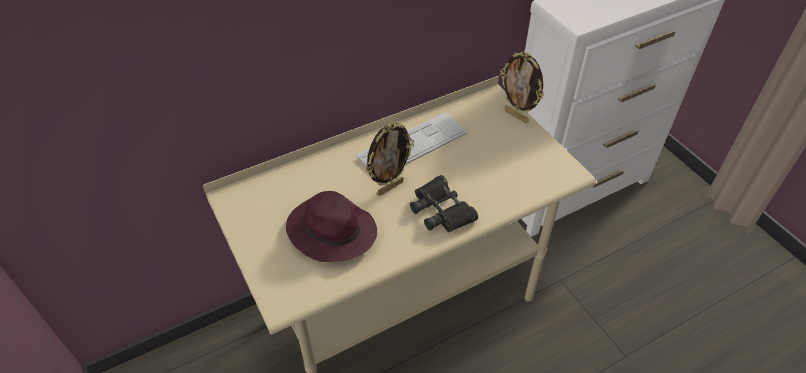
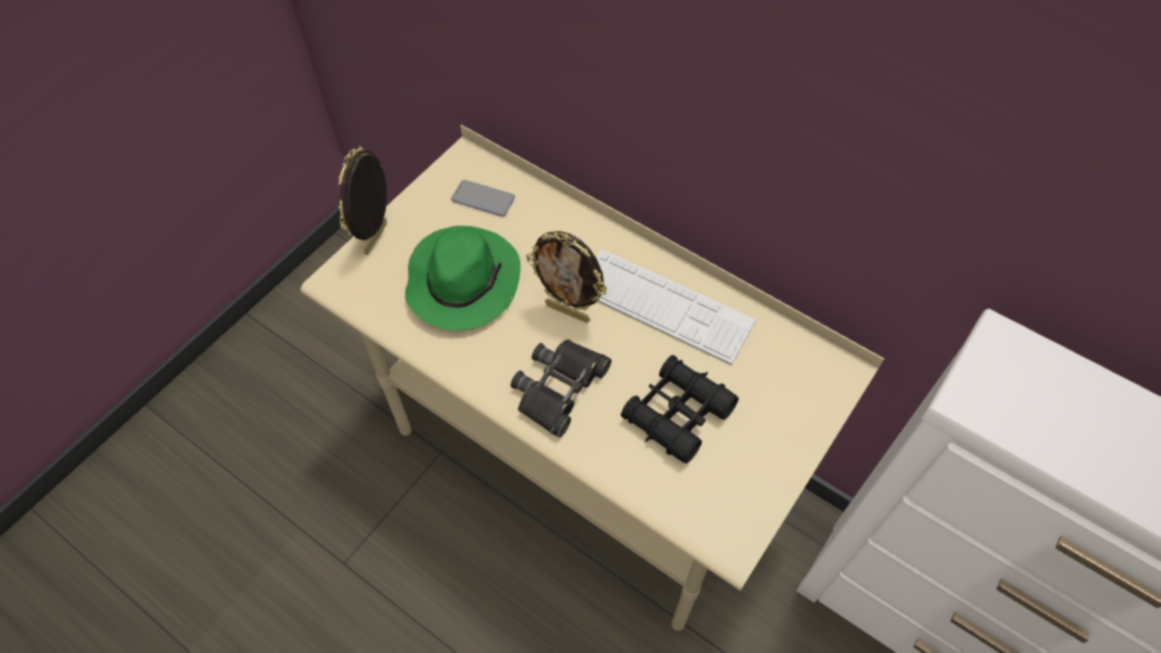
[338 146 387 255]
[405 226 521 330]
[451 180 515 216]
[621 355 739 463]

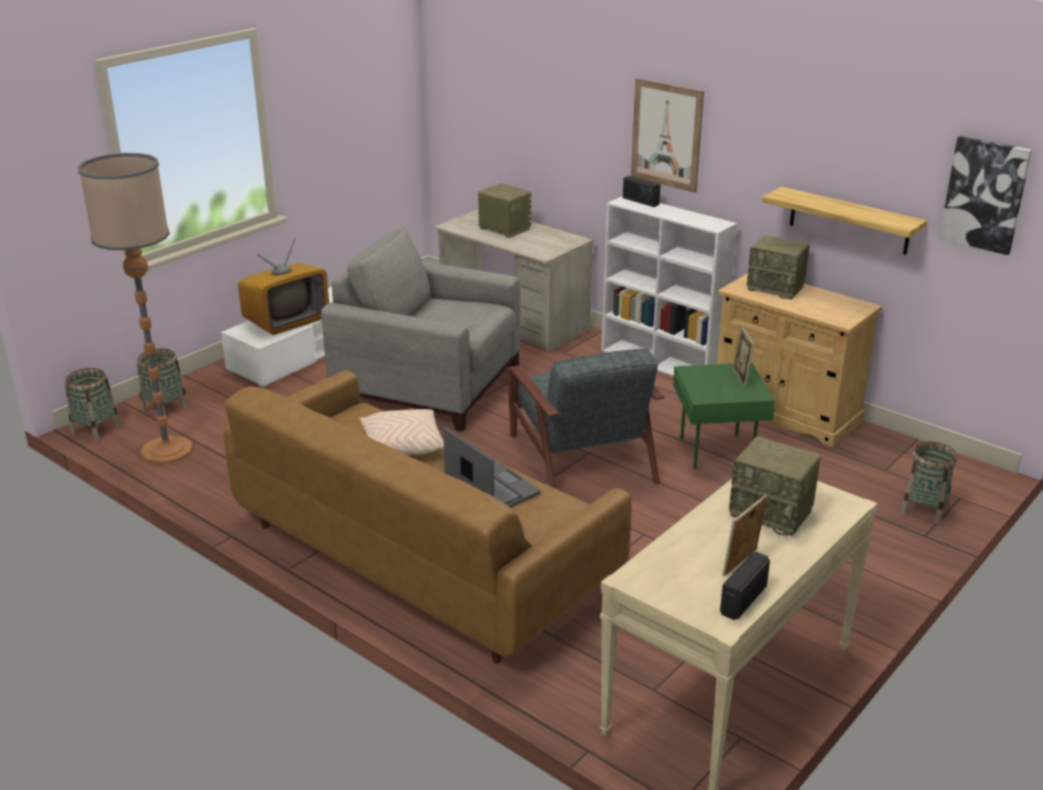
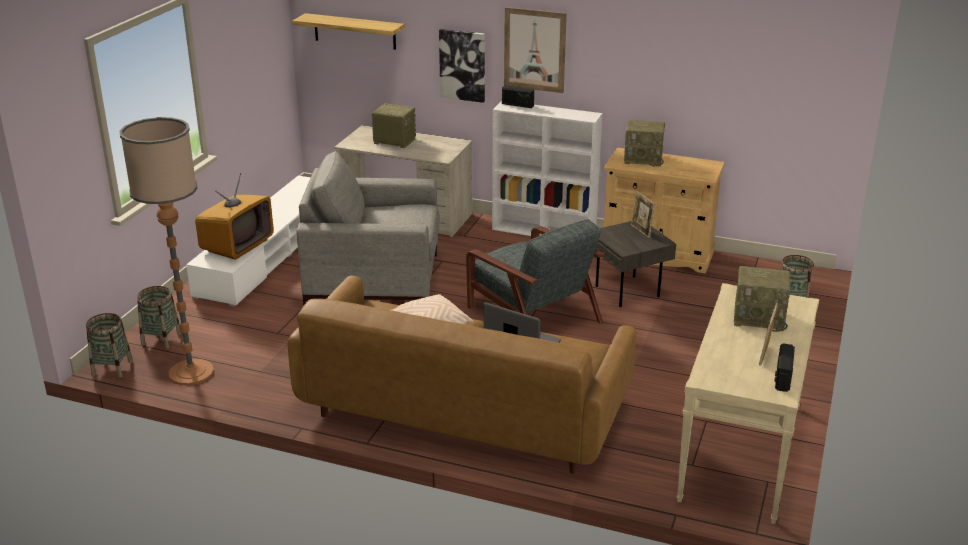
[439 29 485 103]
[292 13 405 50]
[596 221 676 307]

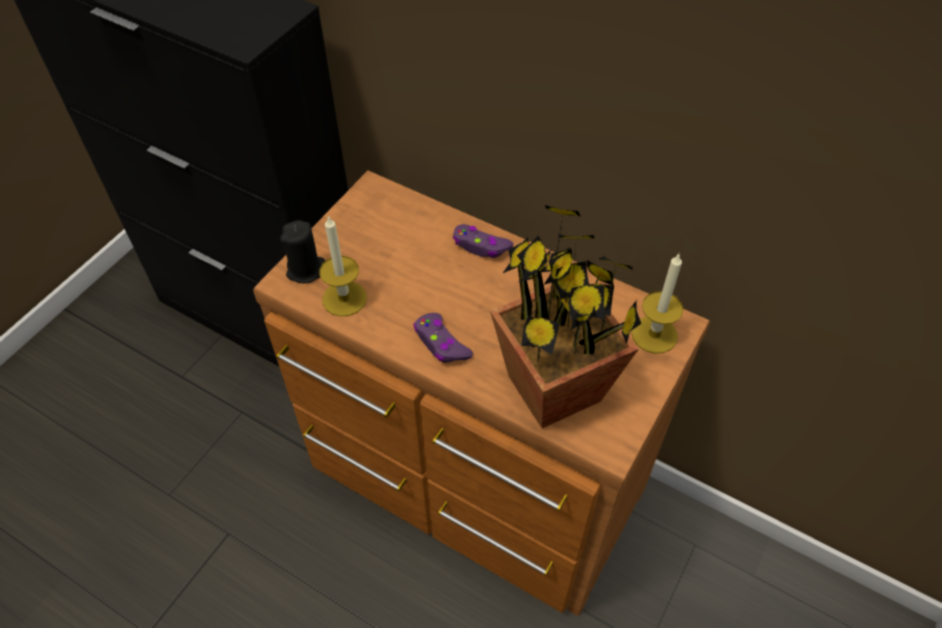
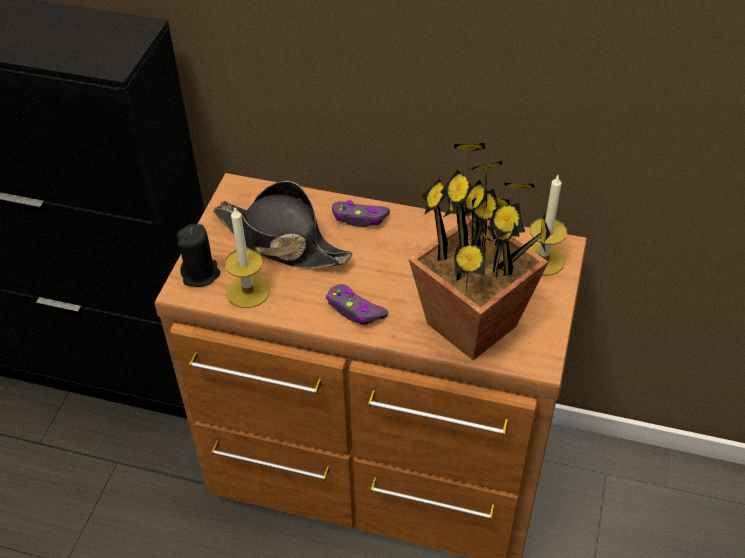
[213 181 353 269]

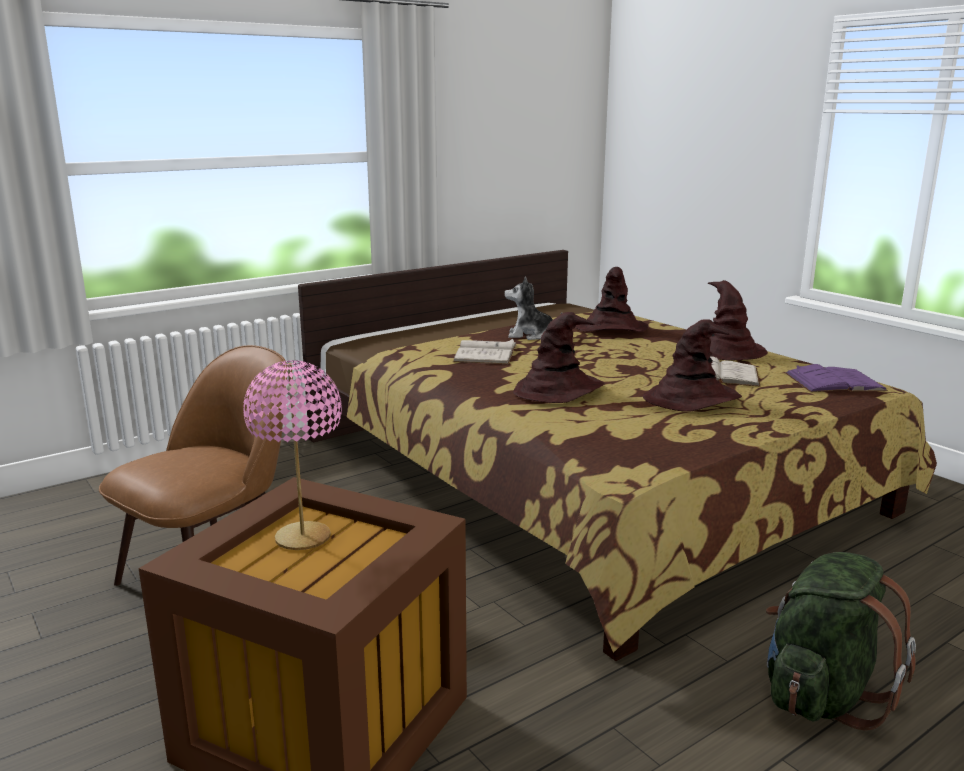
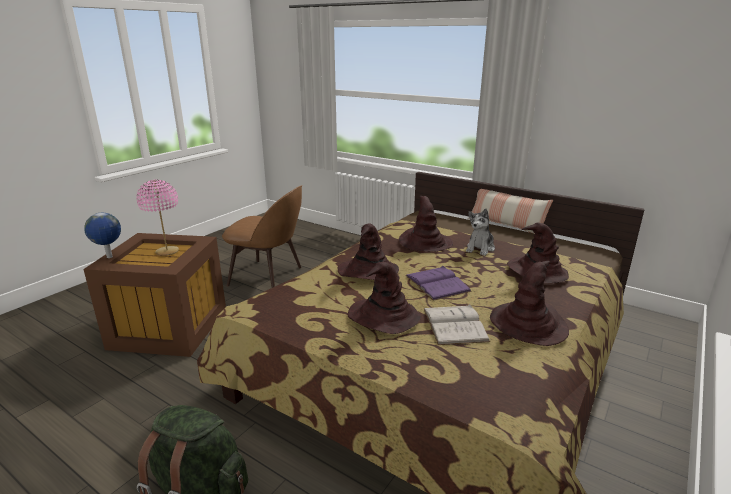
[466 208 495 256]
[399 196 453 252]
[405 266 472 301]
[468 189 553 234]
[84 213 121 258]

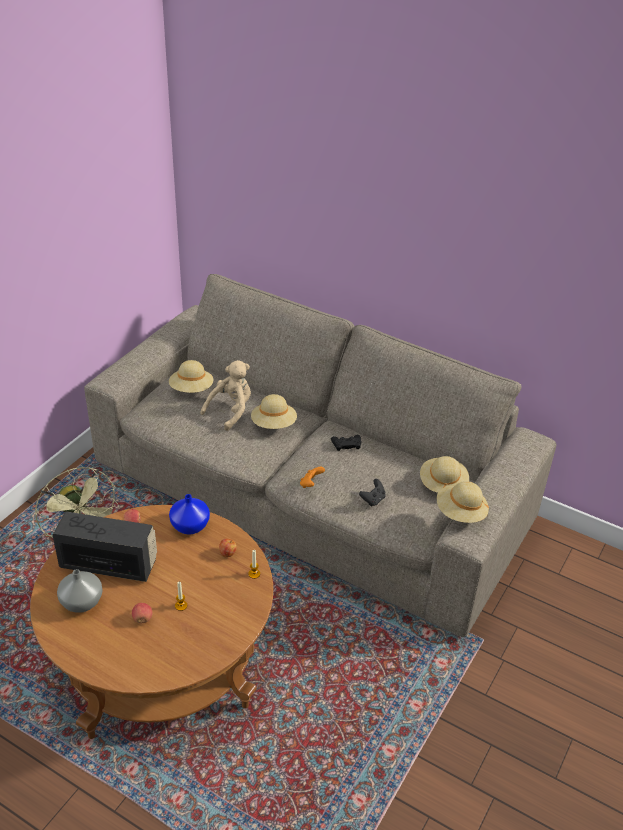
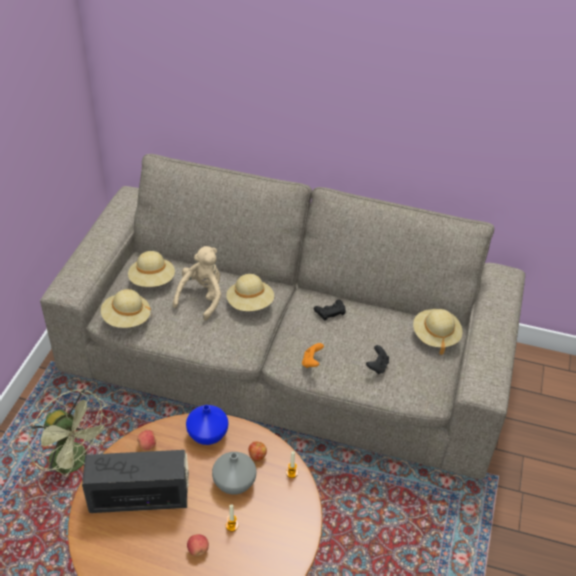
[101 289 152 328]
[212 452 256 495]

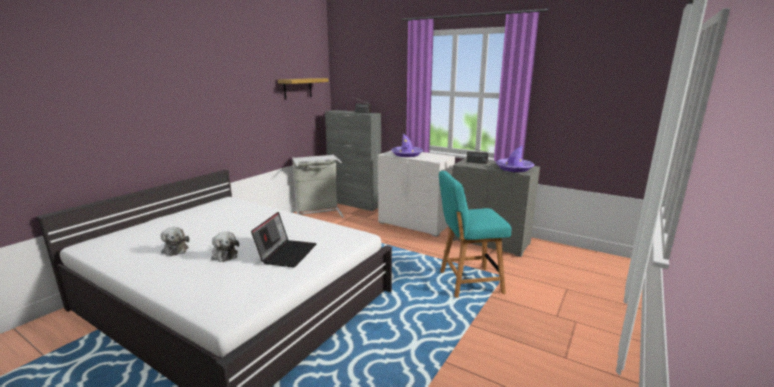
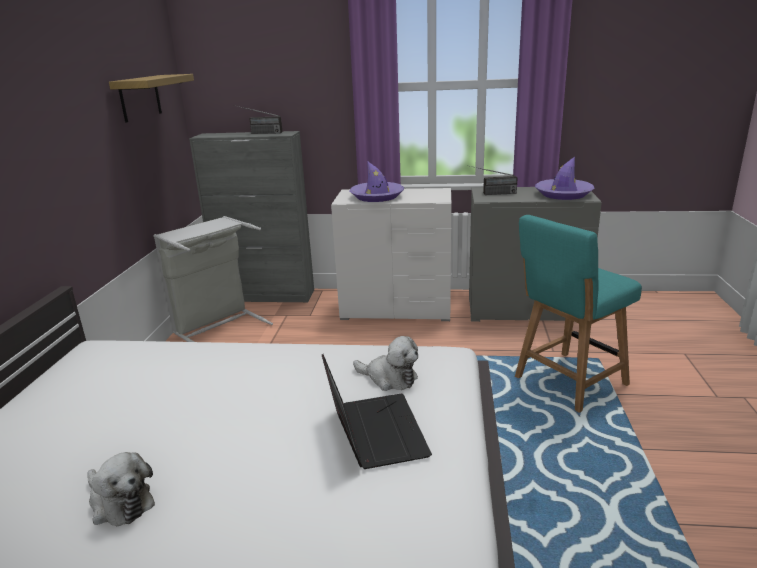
[353 336 418 391]

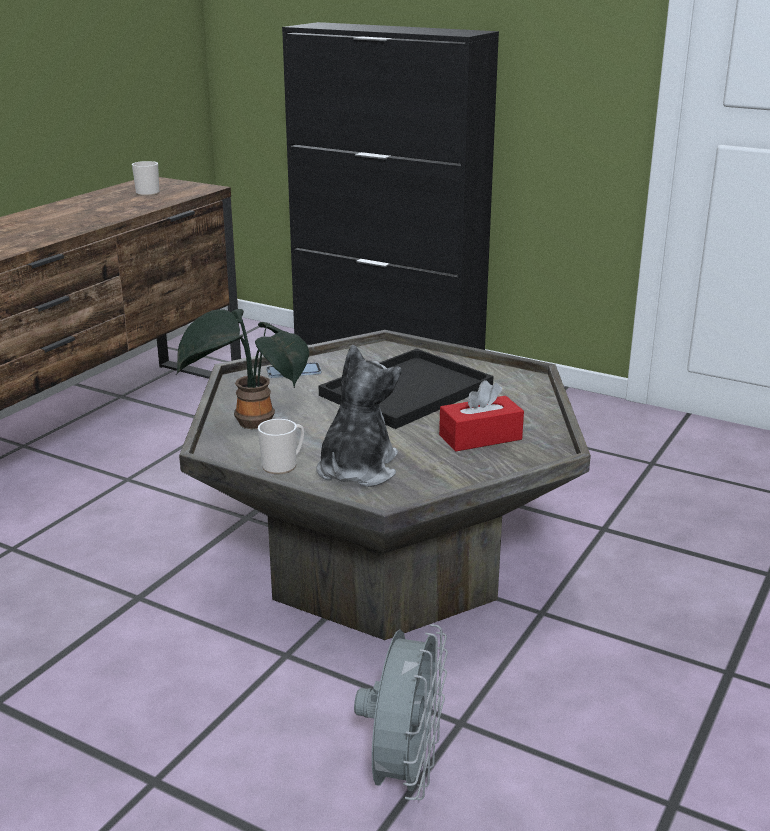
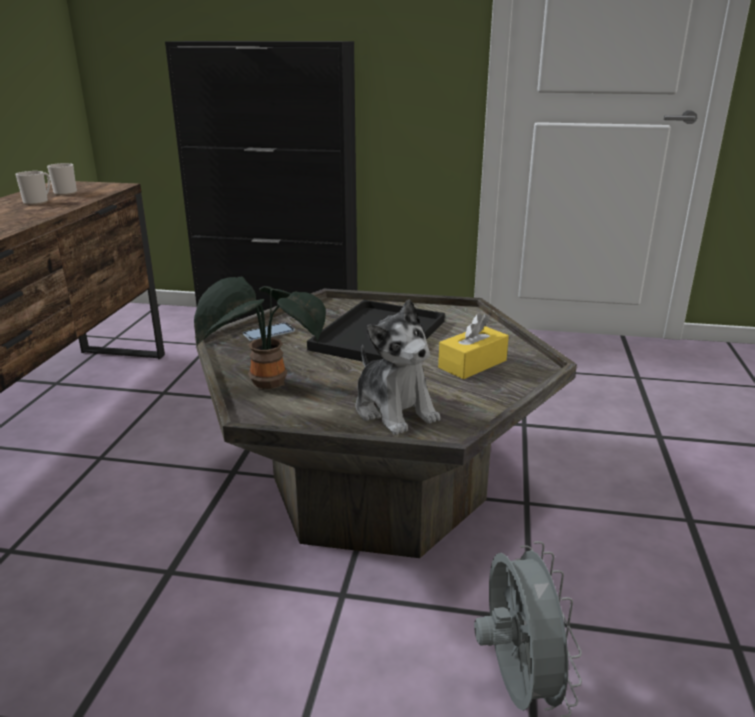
[355 299 440 435]
[438 313 509 379]
[15 171 50 205]

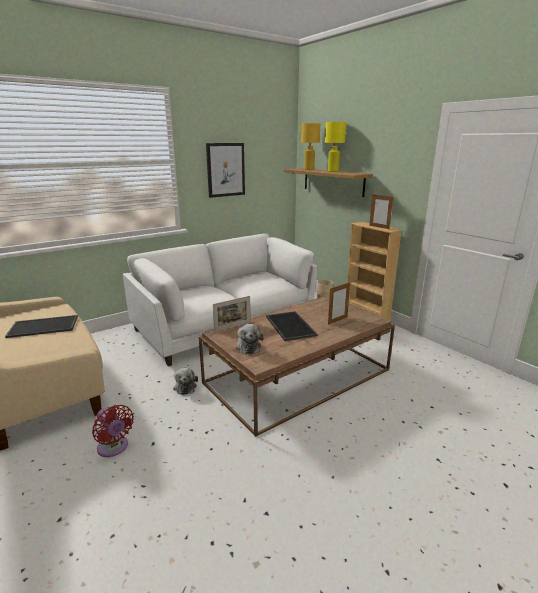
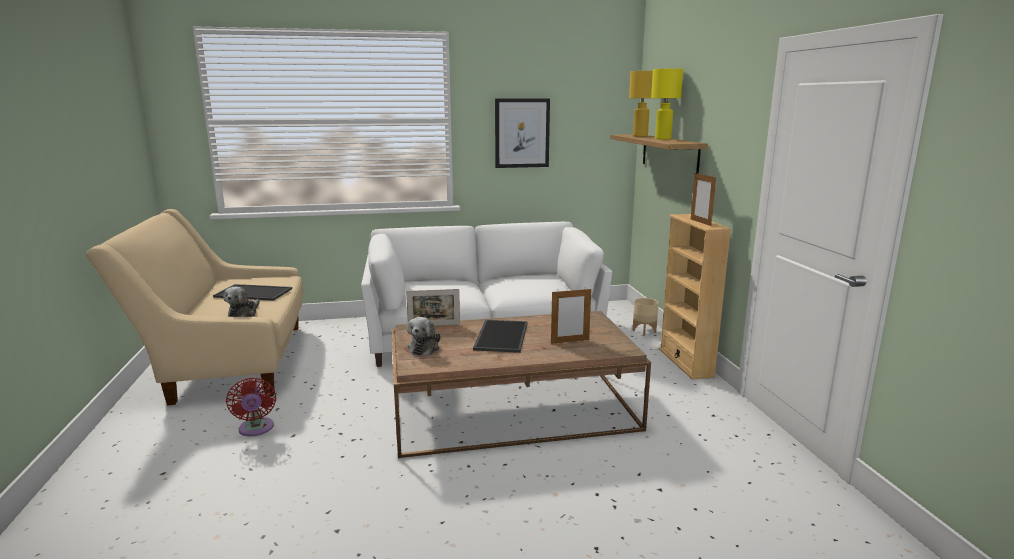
[223 287 260 317]

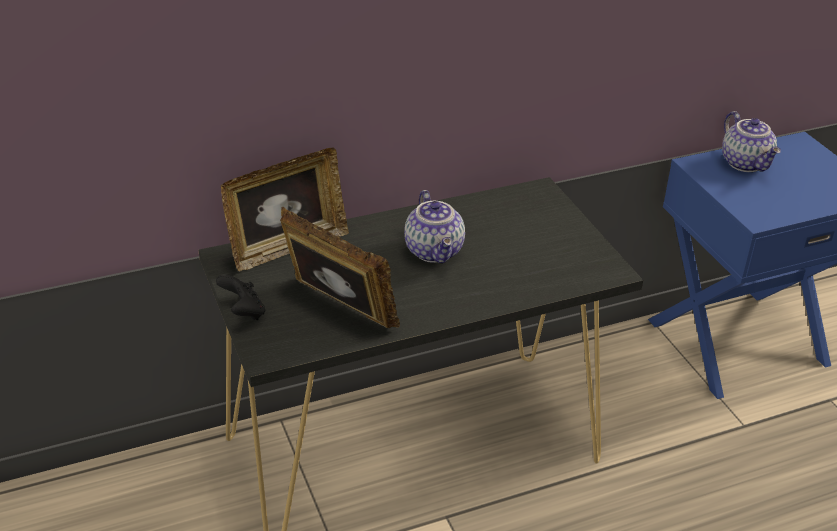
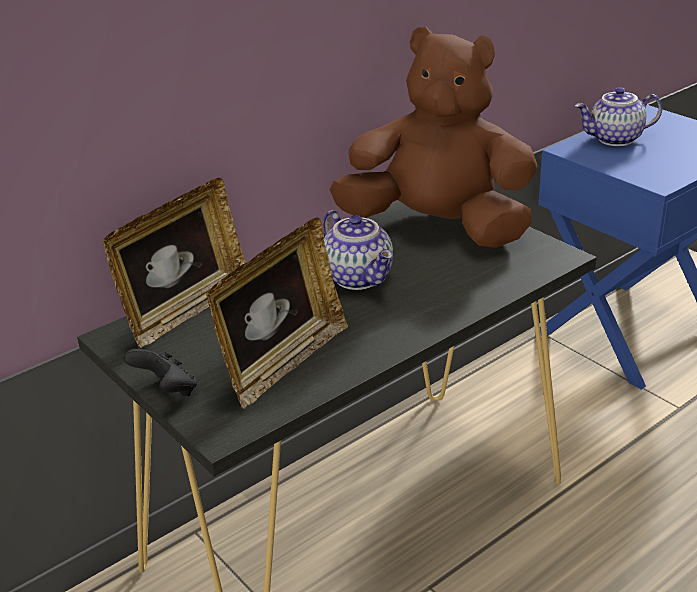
[575 87 662 146]
[206 217 348 408]
[329 26 538 248]

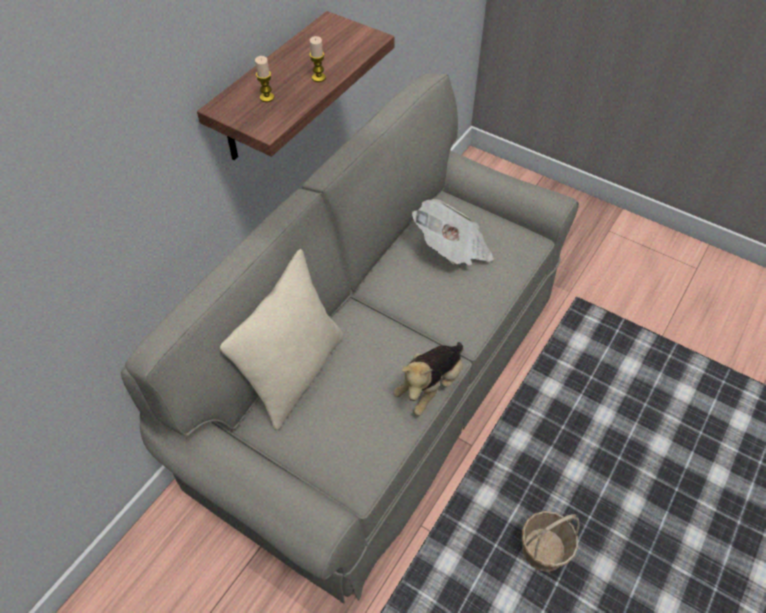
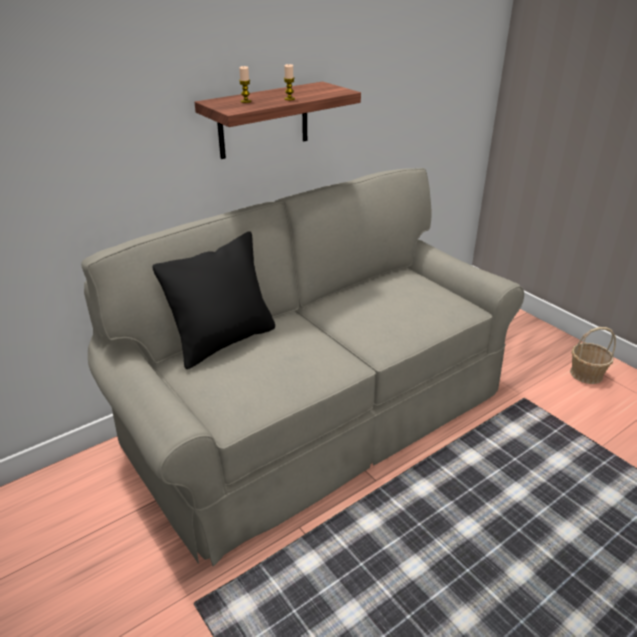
[412 199 494 266] (first image)
[153 231 275 369]
[393 342 463 416] (first image)
[570 327 616 384]

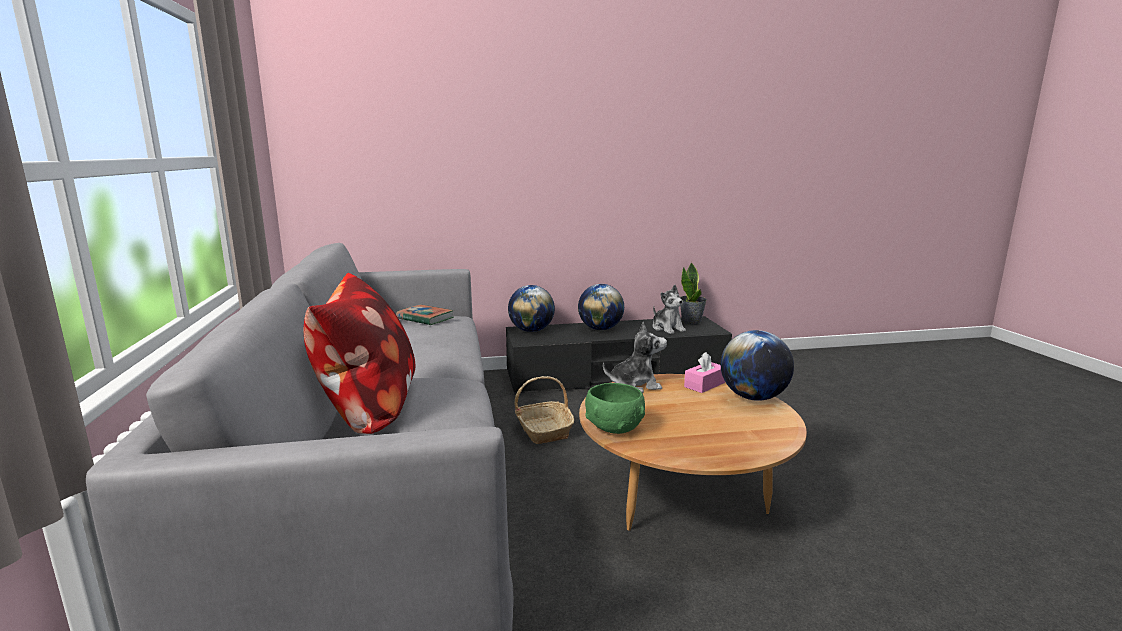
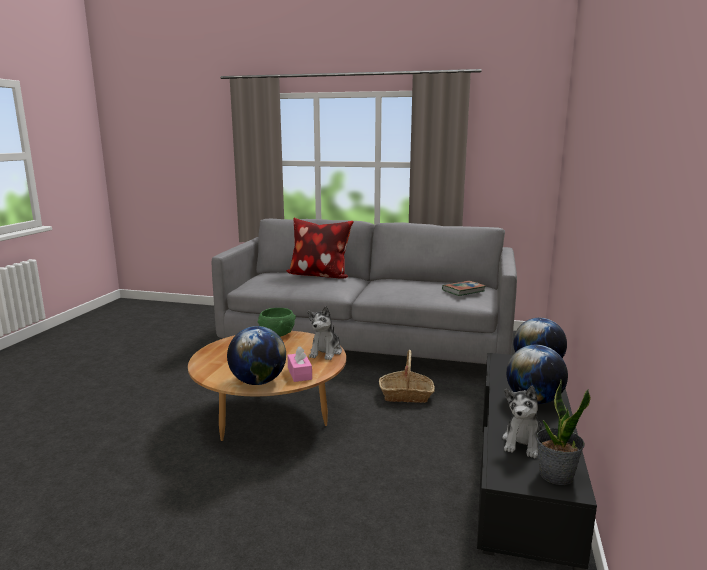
[502 386 543 458]

